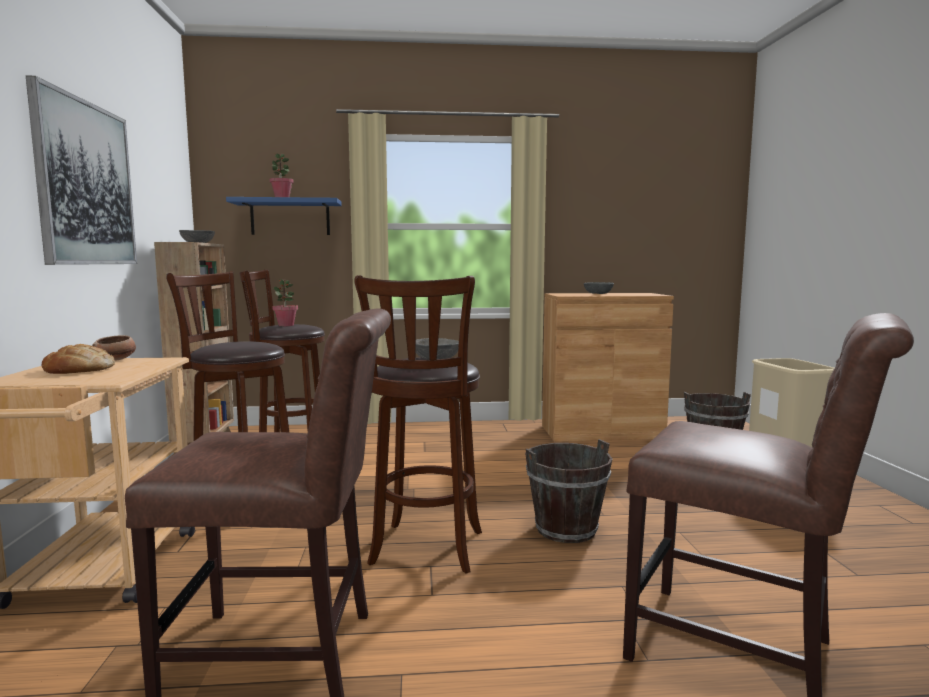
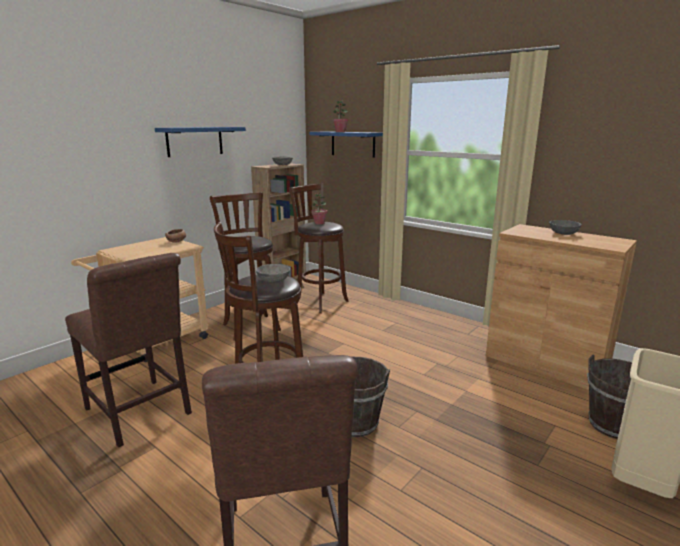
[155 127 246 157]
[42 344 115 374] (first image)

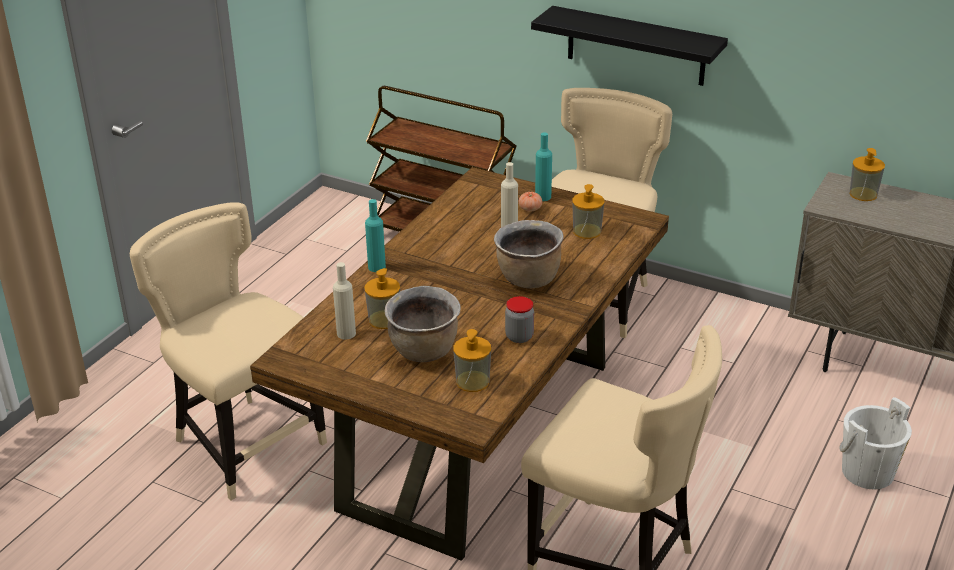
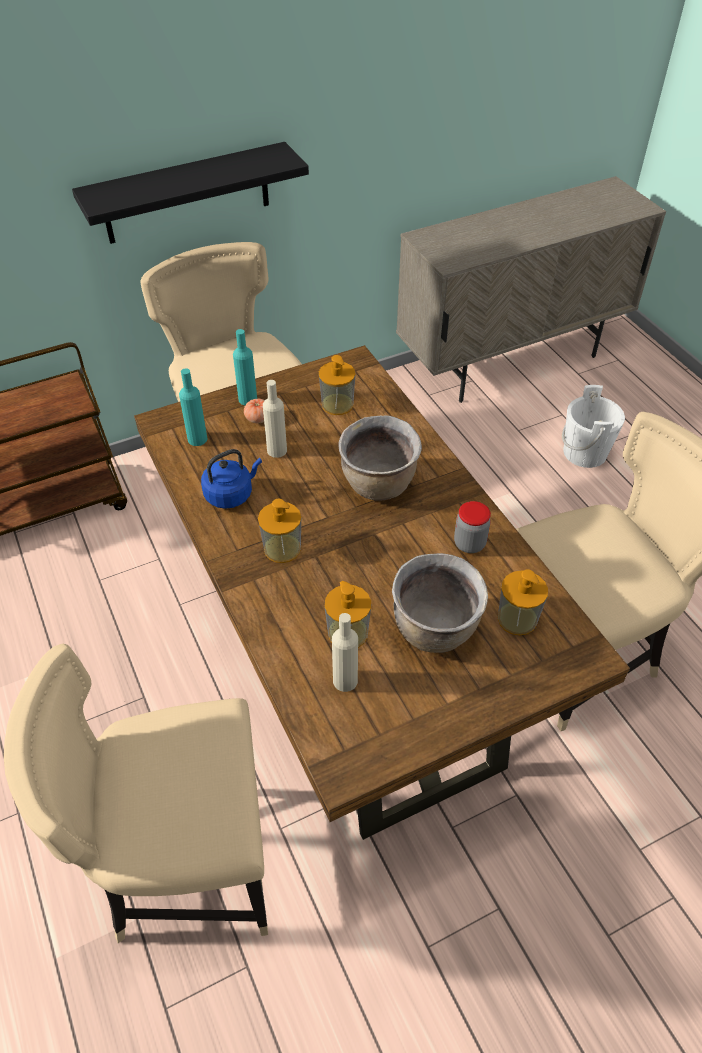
[258 499 301 563]
[179 368 207 446]
[201 449 262 509]

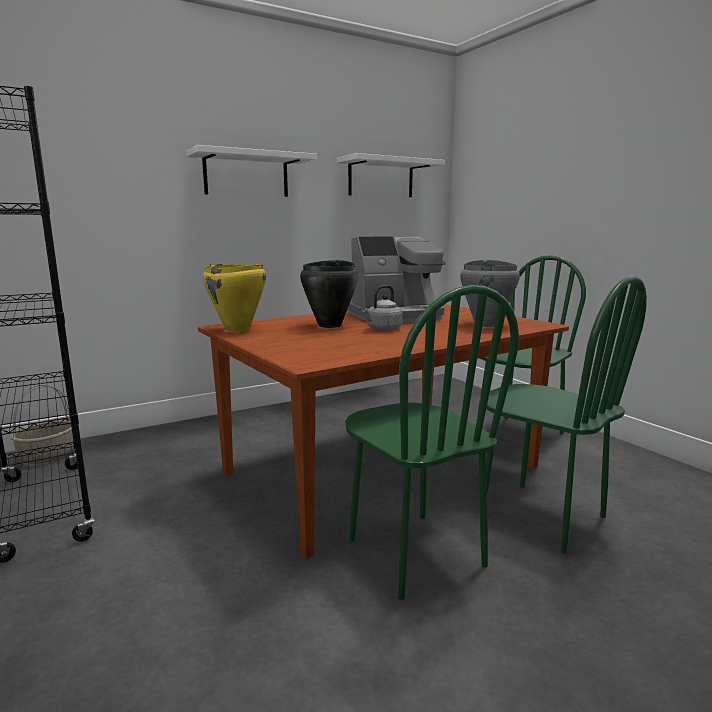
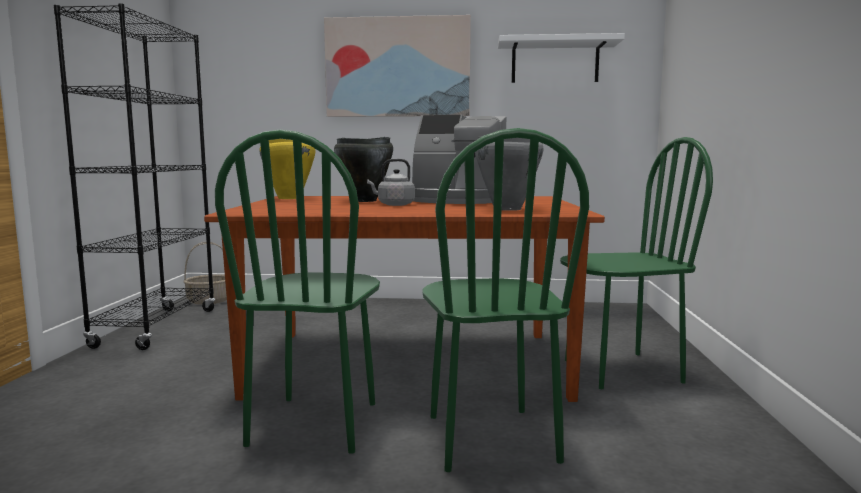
[324 15 471 117]

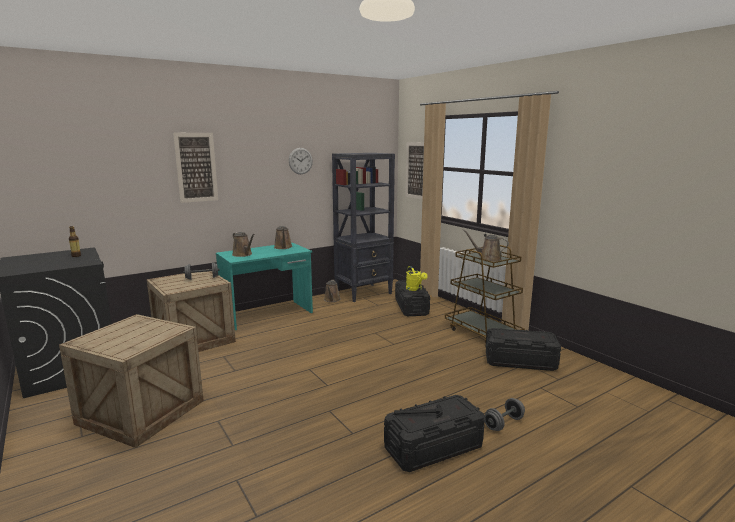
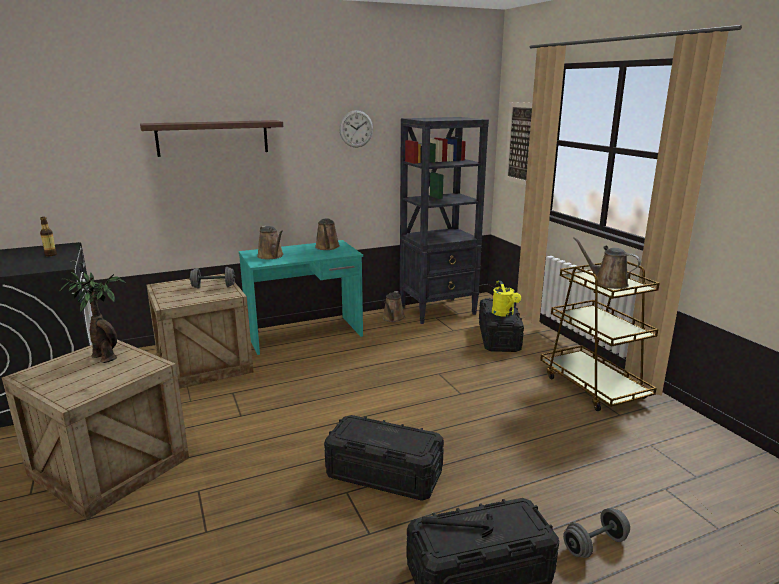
[140 120 283 157]
[324 415 444 501]
[59 272 126 363]

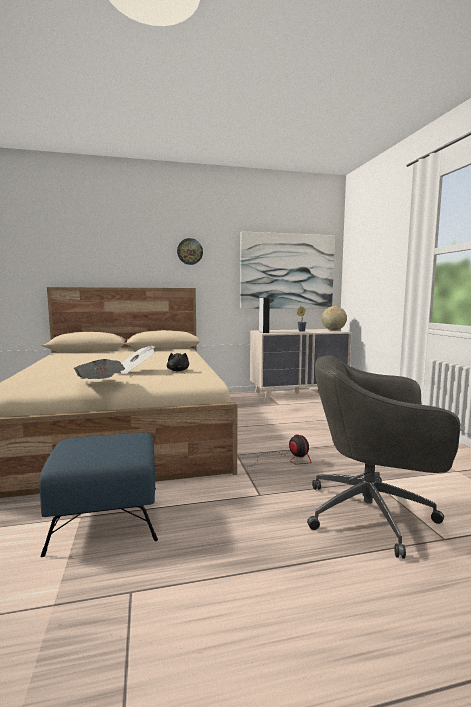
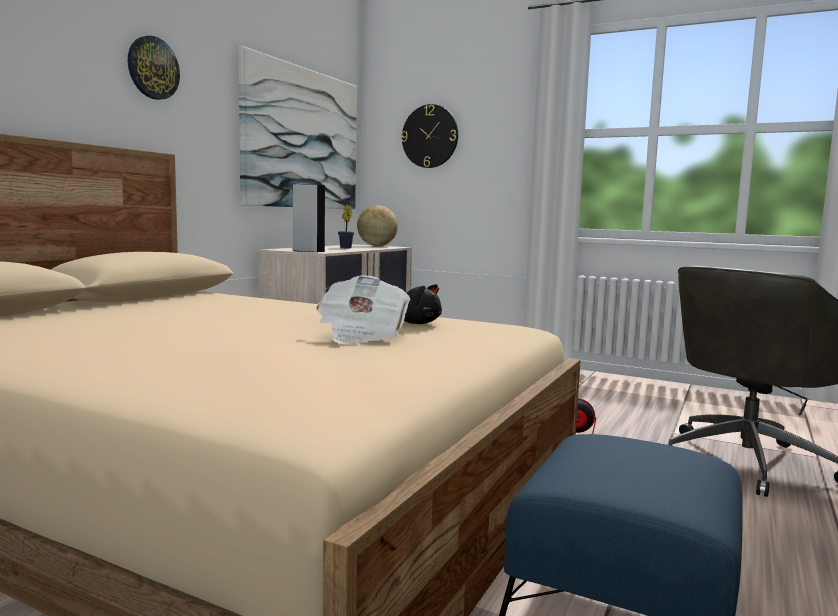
[74 359 125 379] (first image)
[401 104 458 168]

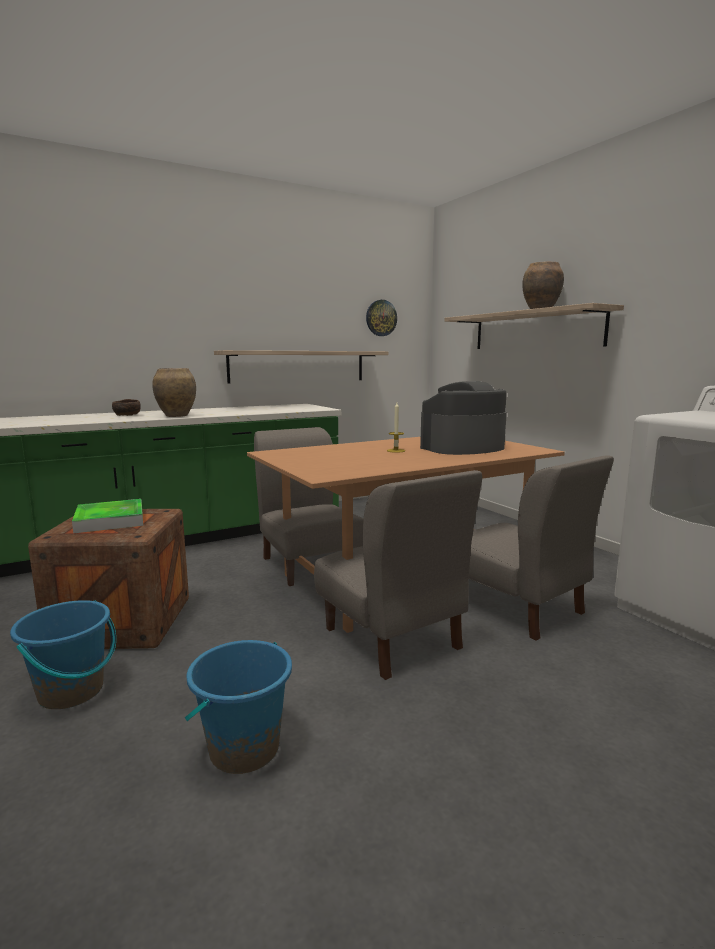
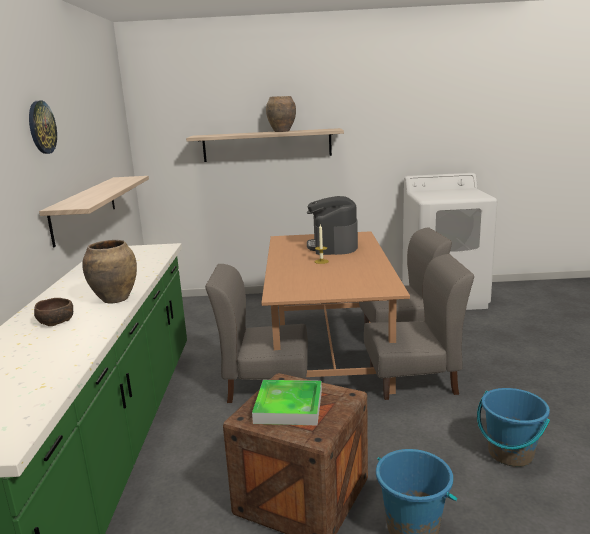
[29 101 57 154]

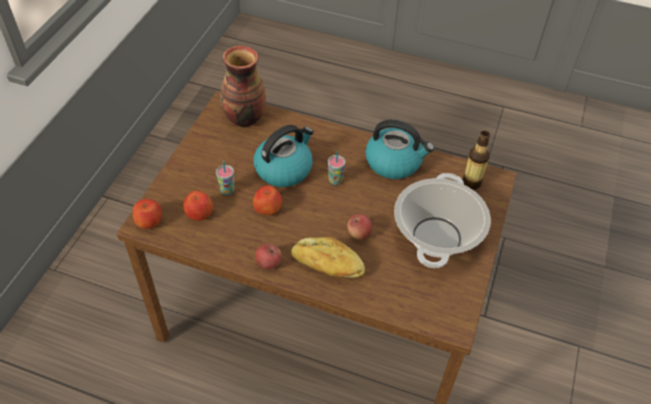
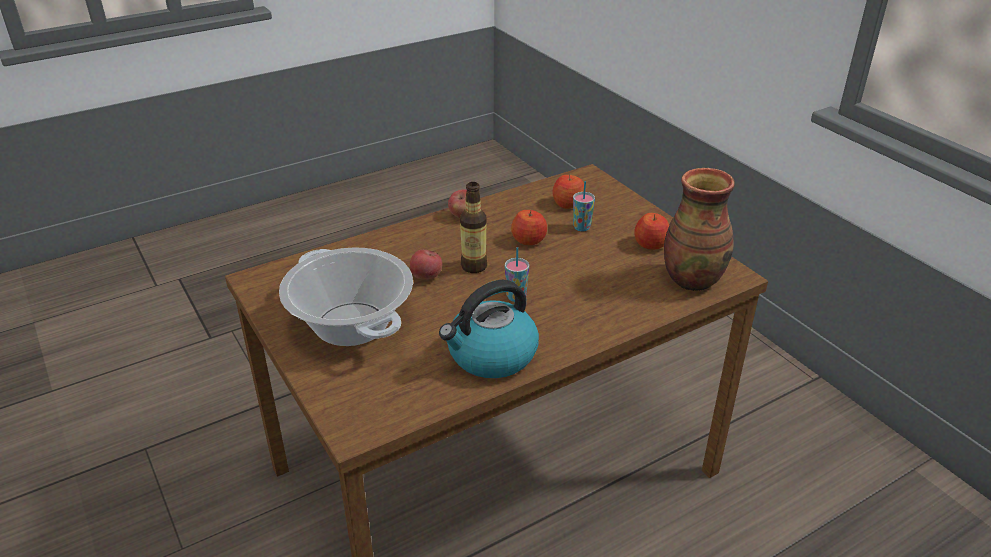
[254 125 314 187] (first image)
[460 182 487 273]
[634 213 669 250]
[291 237 365 278] (first image)

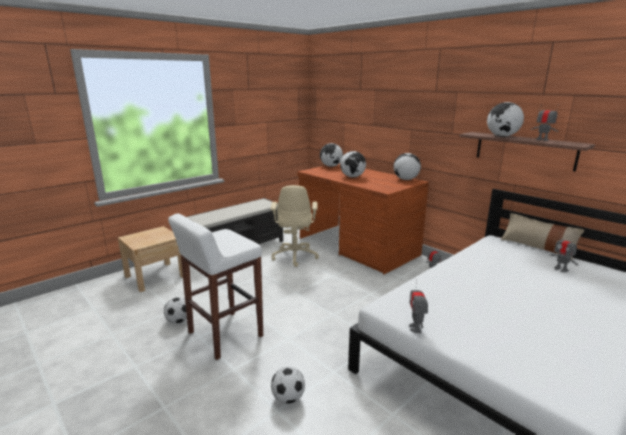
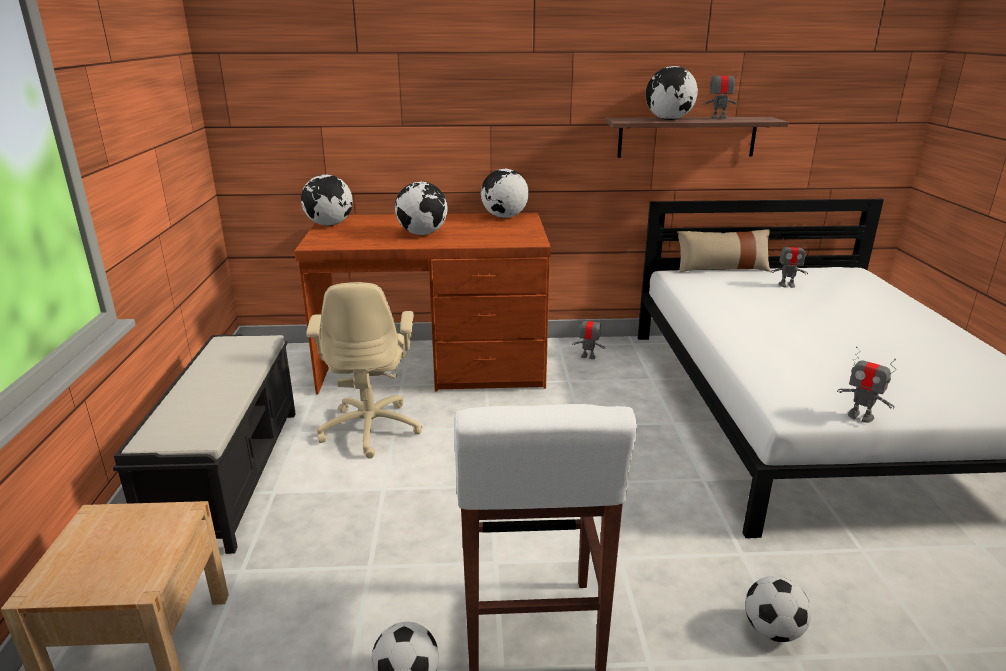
[306 282 422 458]

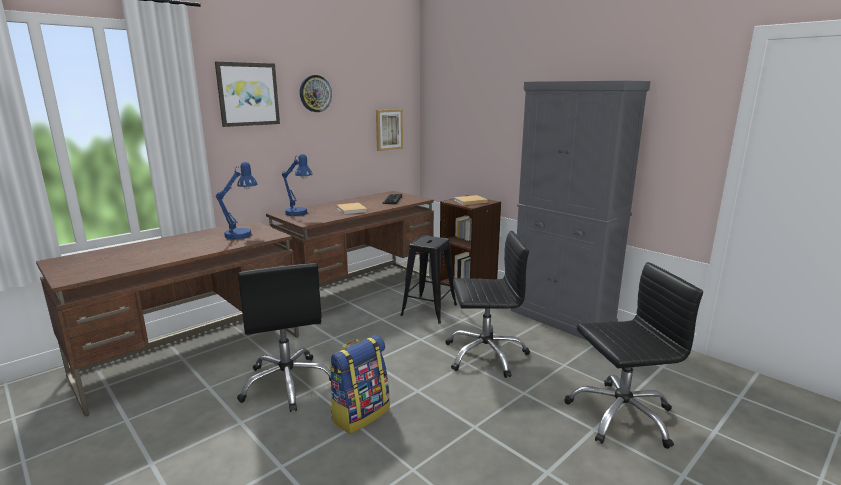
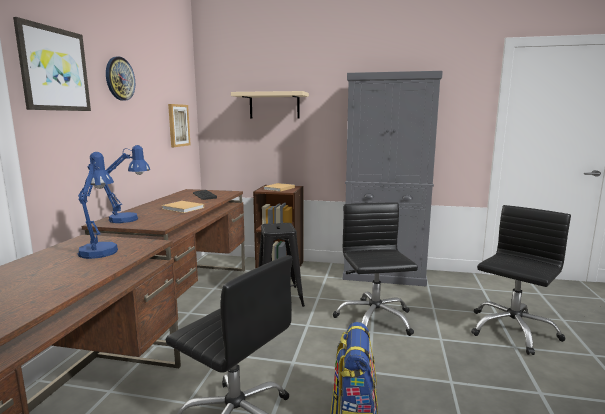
[333 202 418 336]
[231 91 309 119]

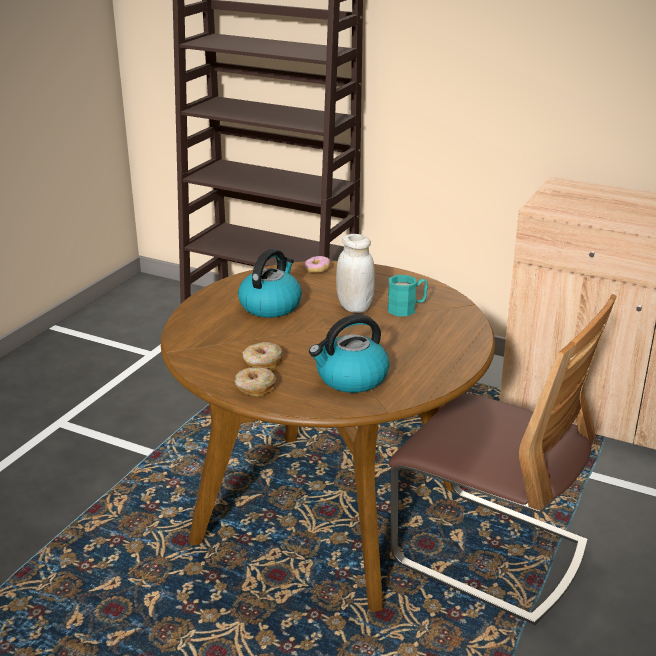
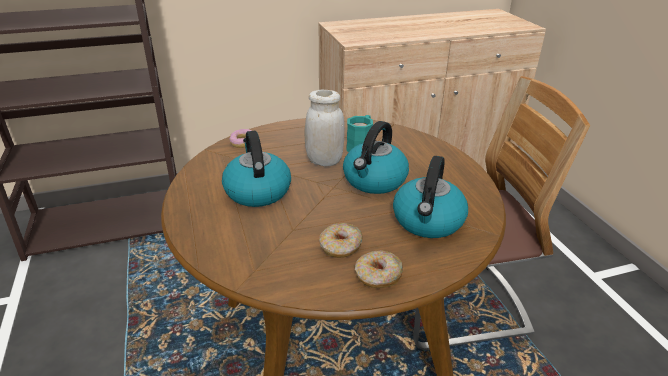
[343 121 409 194]

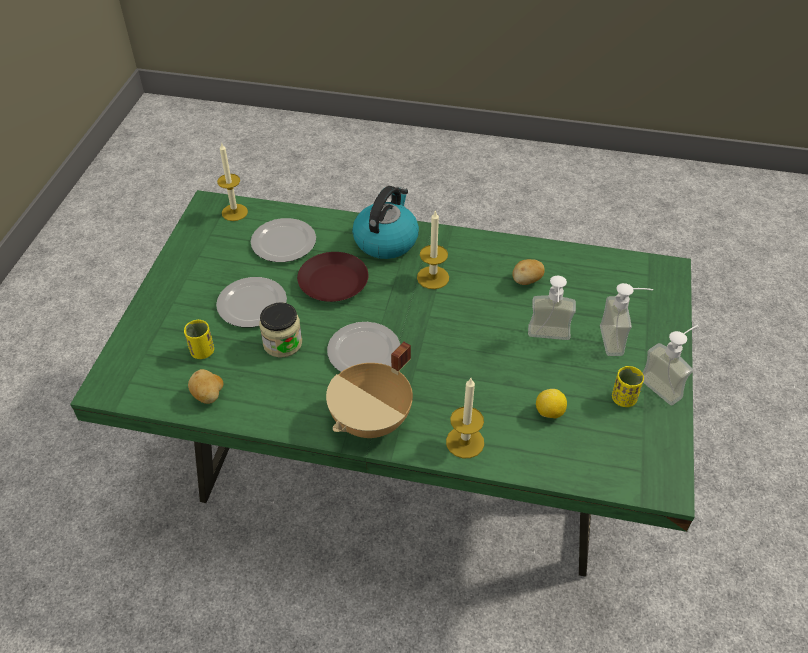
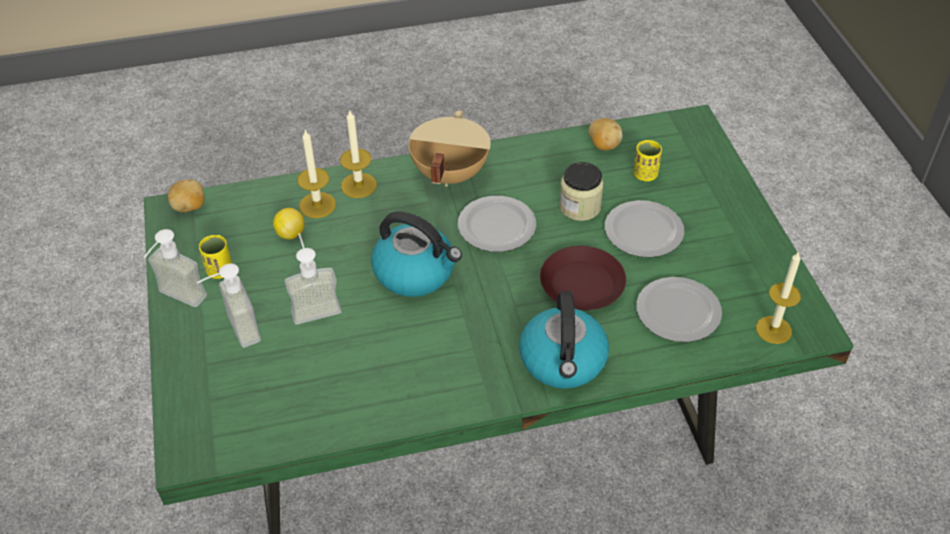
[297 130 336 218]
[168 179 205 212]
[371 211 462 297]

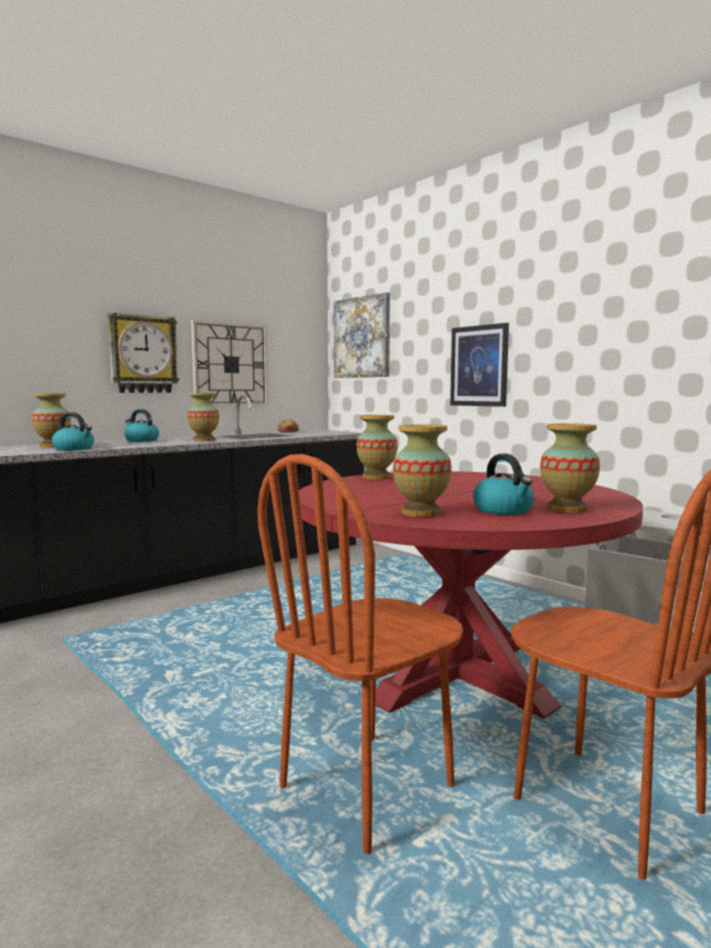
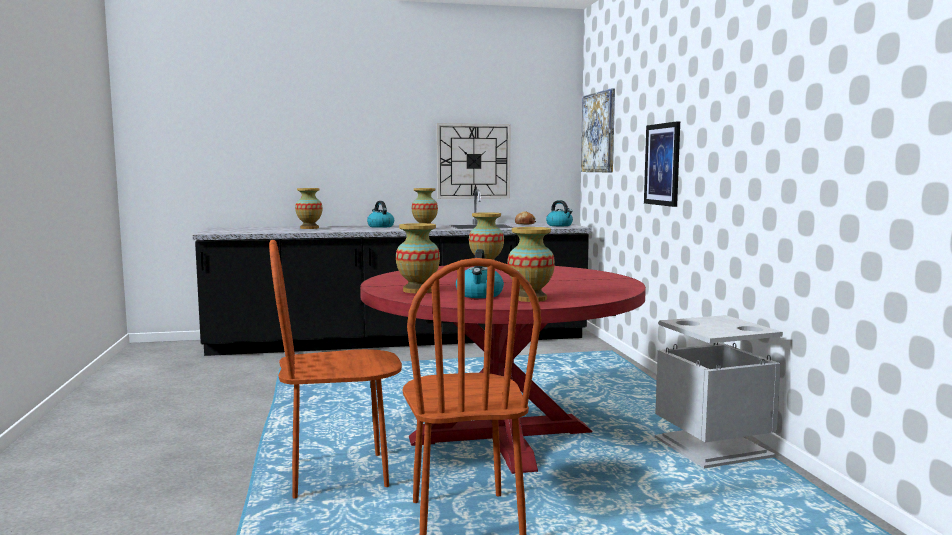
[108 313 179 393] (first image)
[546 200 573 226]

